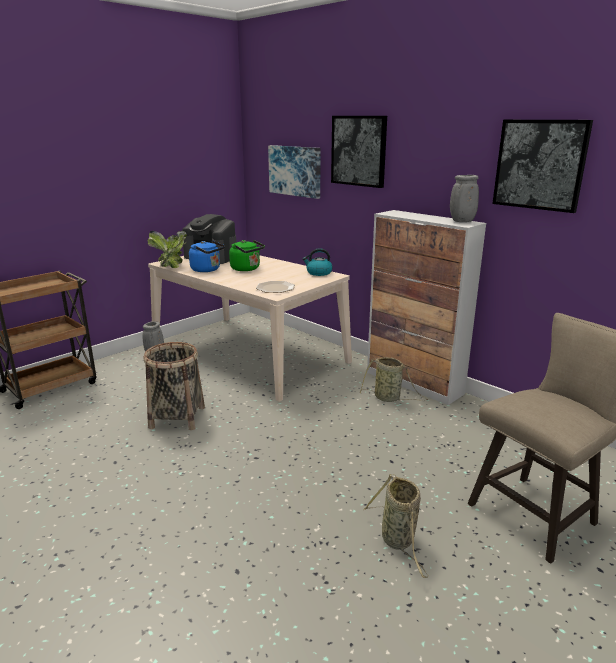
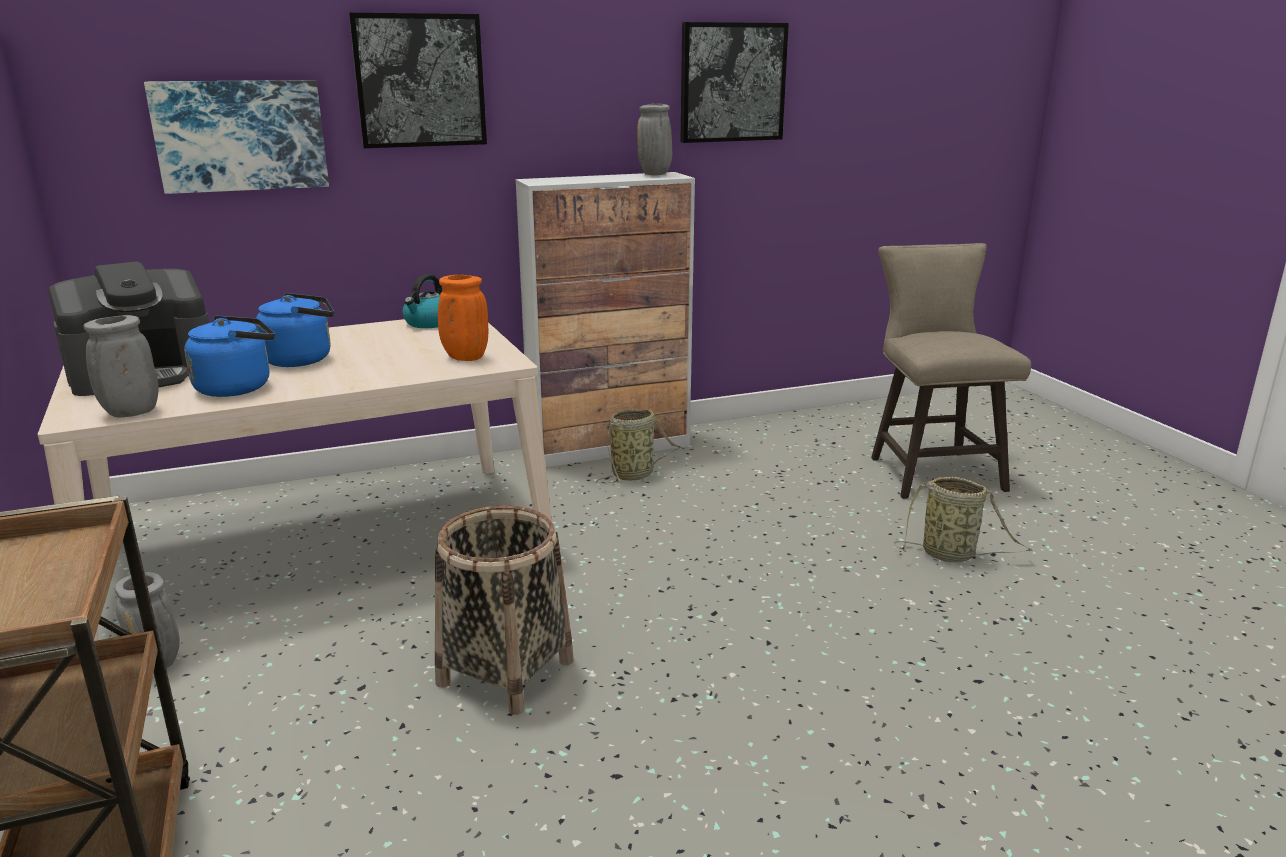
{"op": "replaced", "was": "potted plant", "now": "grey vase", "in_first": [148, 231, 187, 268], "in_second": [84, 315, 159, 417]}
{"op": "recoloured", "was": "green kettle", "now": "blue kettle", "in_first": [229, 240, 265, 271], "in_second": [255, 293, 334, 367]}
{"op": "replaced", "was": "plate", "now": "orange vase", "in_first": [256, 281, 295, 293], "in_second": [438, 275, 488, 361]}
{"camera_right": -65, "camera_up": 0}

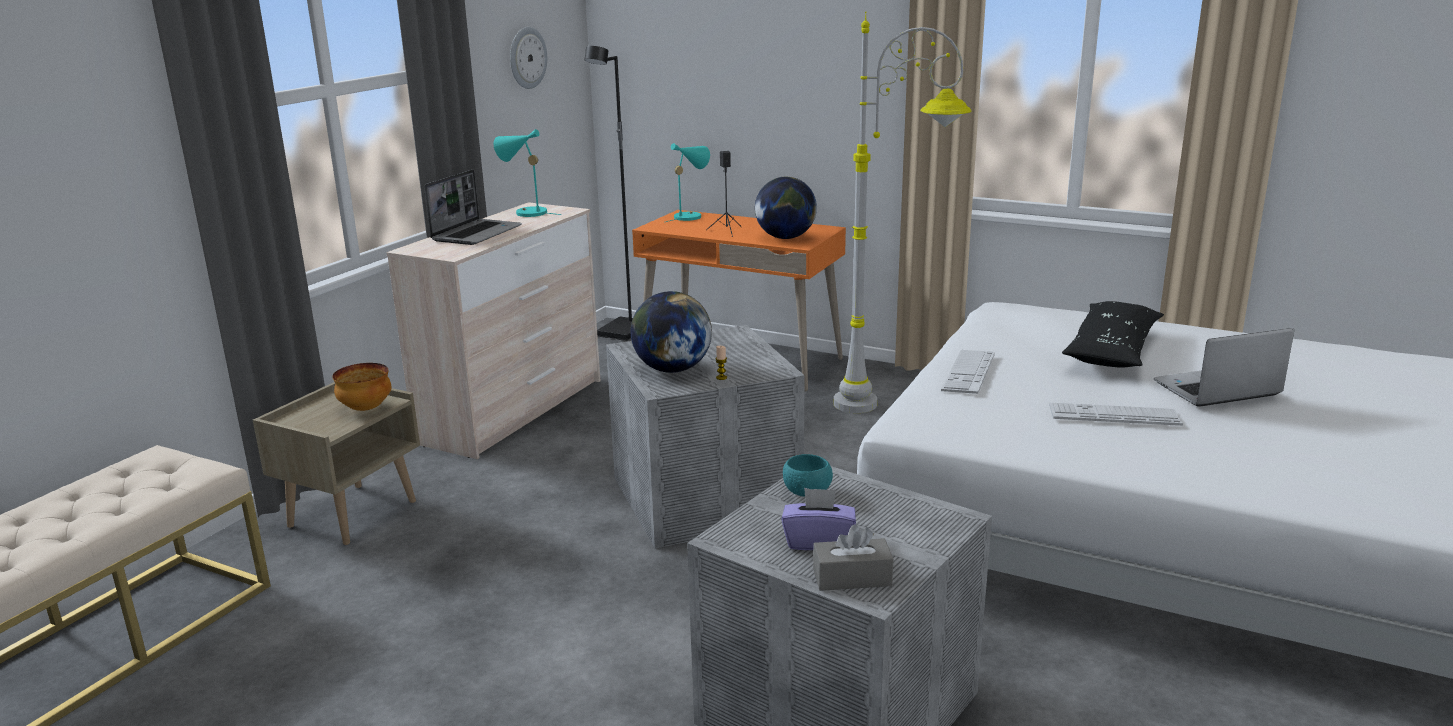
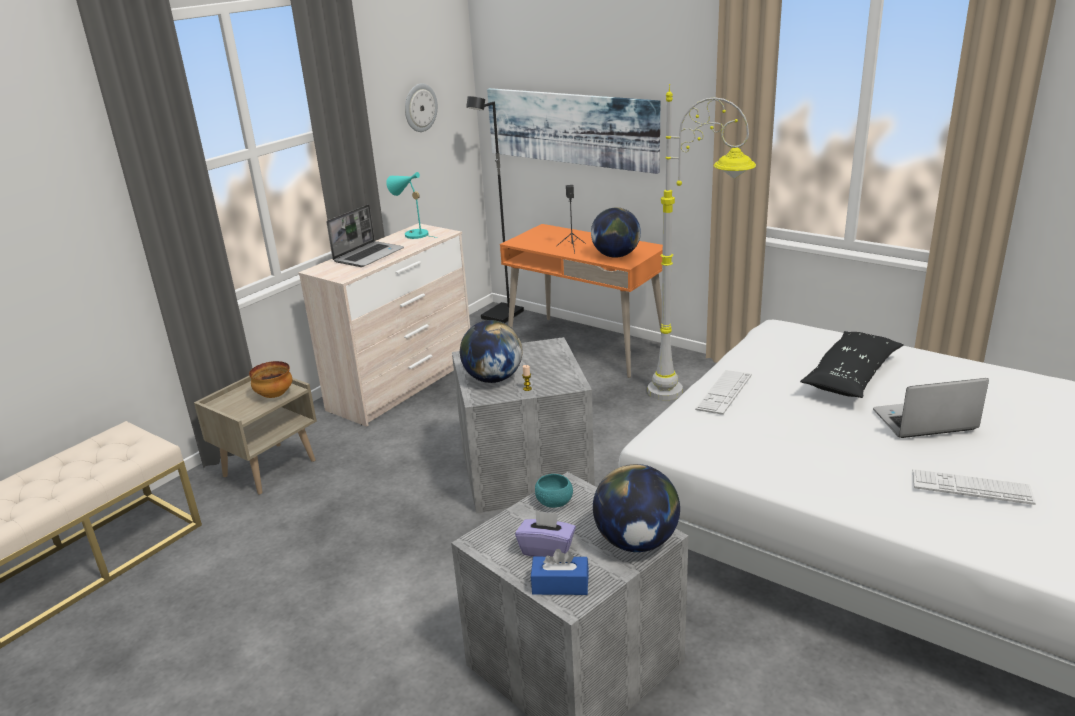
{"op": "removed", "was": "turquoise table lamp", "in_first": [666, 143, 710, 222]}
{"op": "moved", "was": "keyboard", "in_first": [1049, 403, 1183, 426], "in_second": [913, 469, 1036, 505]}
{"op": "recoloured", "was": "grey tissue box", "now": "blue tissue box", "in_first": [813, 524, 893, 591], "in_second": [531, 549, 589, 595]}
{"op": "added", "now": "picture", "in_second": [487, 88, 660, 174]}
{"op": "added", "now": "globe", "in_second": [593, 464, 680, 552]}
{"camera_right": 10, "camera_up": 5}

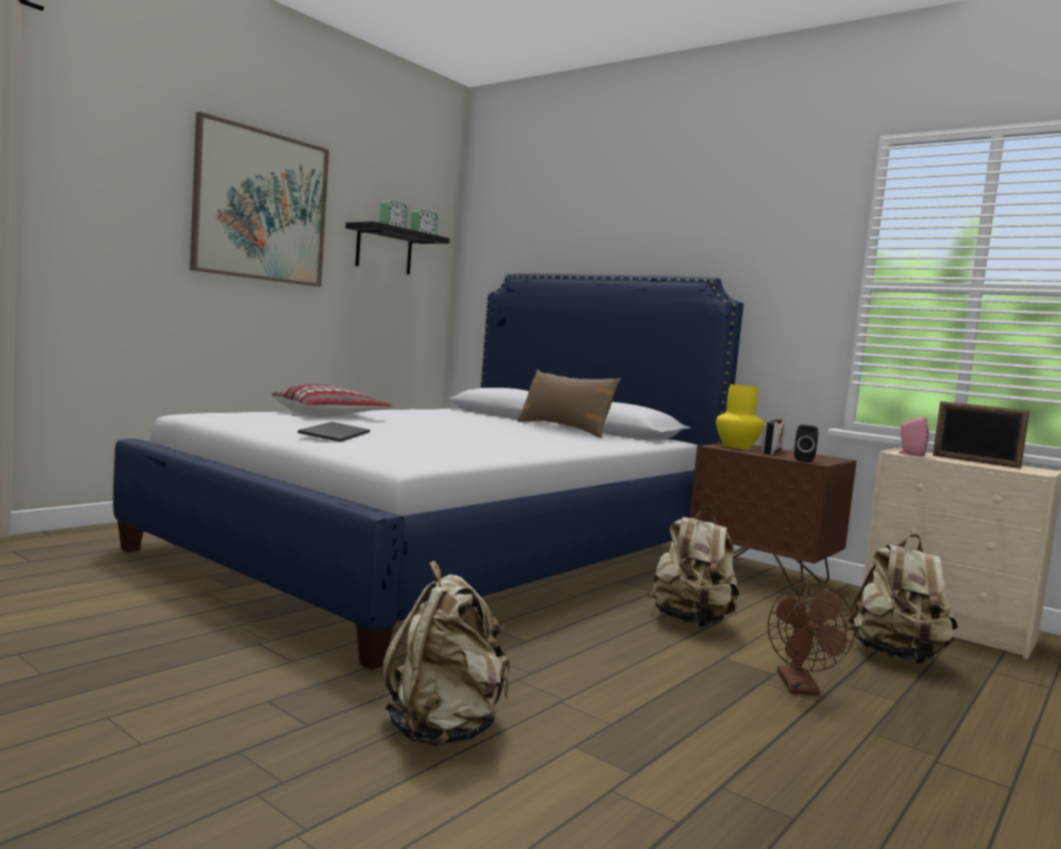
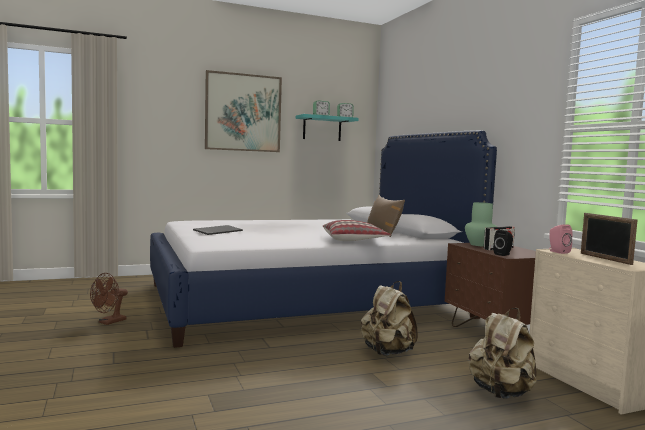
{"op": "recoloured", "was": "black shelf", "now": "turquoise shelf", "in_first": [345, 221, 450, 275], "in_second": [296, 114, 359, 141]}
{"op": "moved", "was": "pillow", "in_first": [271, 384, 392, 417], "in_second": [323, 220, 391, 241]}
{"op": "recoloured", "was": "yellow vase", "now": "green vase", "in_first": [716, 384, 764, 449], "in_second": [465, 202, 497, 247]}
{"op": "removed", "was": "beige backpack", "in_first": [382, 561, 510, 746]}
{"op": "moved", "was": "brown fan", "in_first": [768, 583, 855, 695], "in_second": [90, 273, 128, 325]}
{"camera_right": 30, "camera_up": 0}

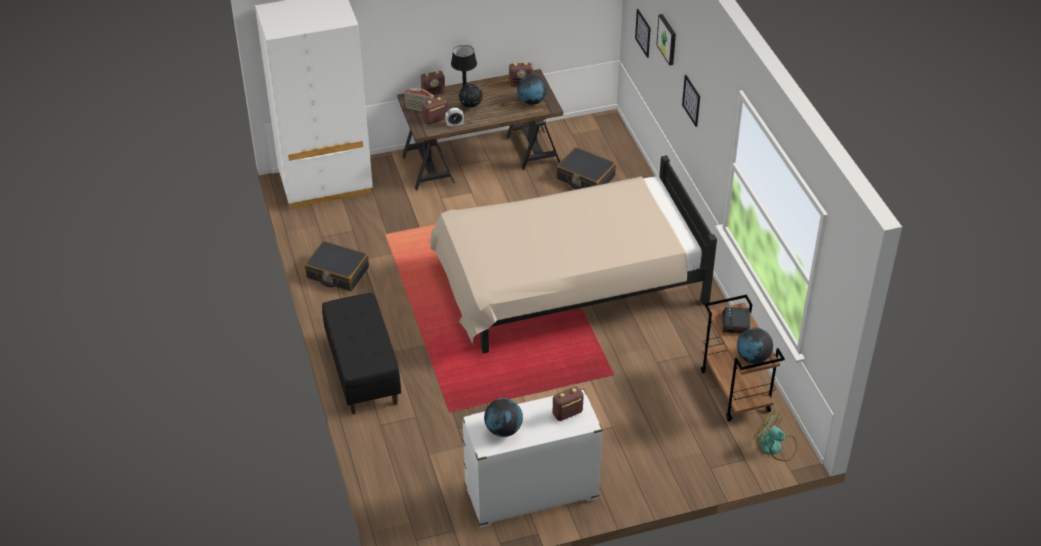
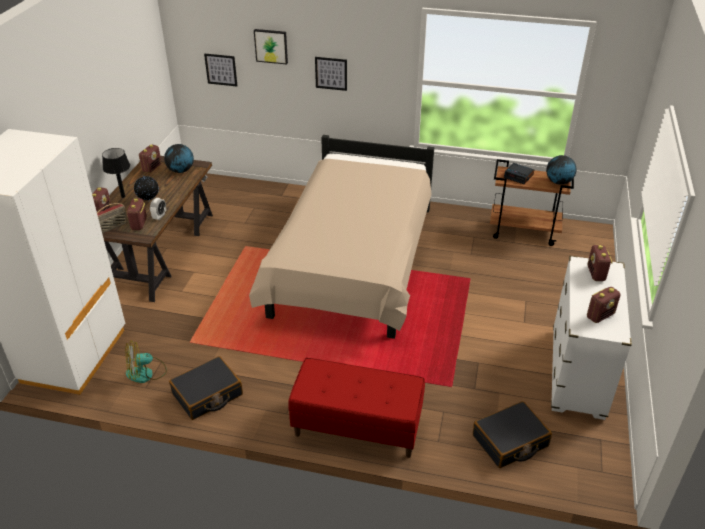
{"op": "moved", "was": "black suitcase", "in_first": [556, 147, 616, 189], "in_second": [473, 401, 552, 468]}
{"op": "recoloured", "was": "black bench", "now": "red bench", "in_first": [322, 293, 401, 414], "in_second": [288, 358, 425, 458]}
{"op": "replaced", "was": "globe", "now": "radio", "in_first": [484, 398, 523, 437], "in_second": [587, 287, 620, 323]}
{"op": "moved", "was": "fan", "in_first": [754, 410, 797, 461], "in_second": [126, 340, 167, 383]}
{"camera_right": -60, "camera_up": -5}

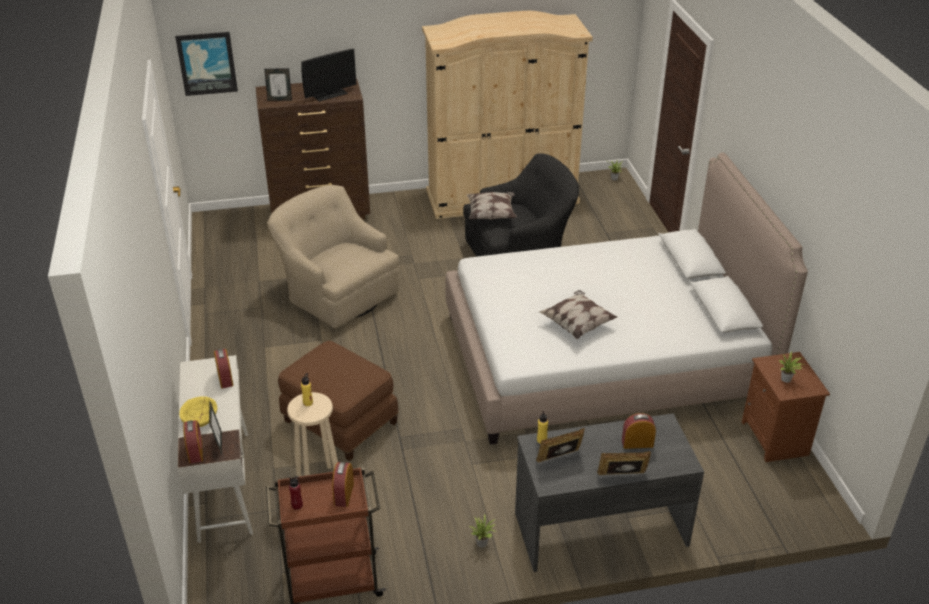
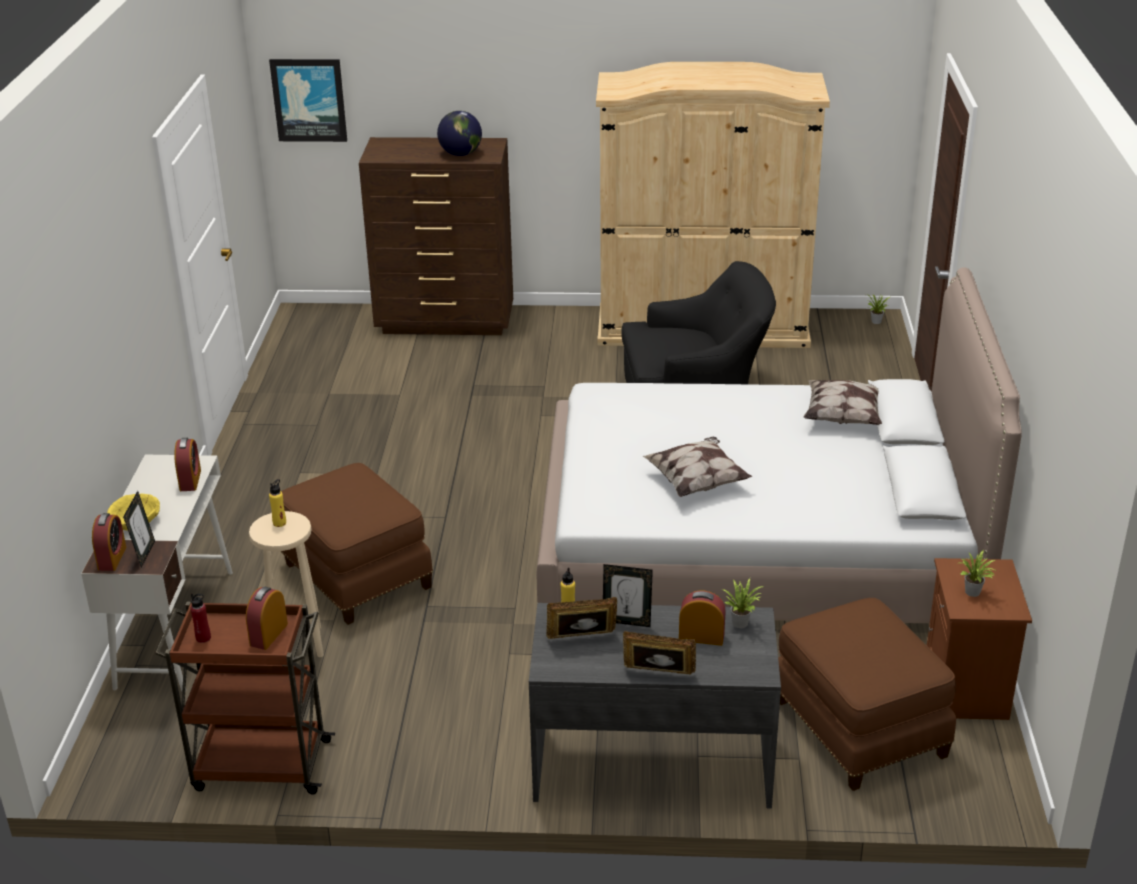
{"op": "replaced", "was": "monitor", "now": "globe", "in_first": [301, 49, 357, 102], "in_second": [437, 111, 482, 156]}
{"op": "moved", "was": "picture frame", "in_first": [264, 68, 292, 101], "in_second": [603, 564, 653, 627]}
{"op": "removed", "was": "beige armchair", "in_first": [267, 185, 399, 328]}
{"op": "moved", "was": "pillow", "in_first": [466, 192, 517, 220], "in_second": [804, 380, 882, 425]}
{"op": "moved", "was": "potted plant", "in_first": [469, 515, 495, 548], "in_second": [722, 578, 764, 628]}
{"op": "added", "now": "brown ottoman", "in_second": [778, 598, 956, 791]}
{"camera_right": 15, "camera_up": -5}

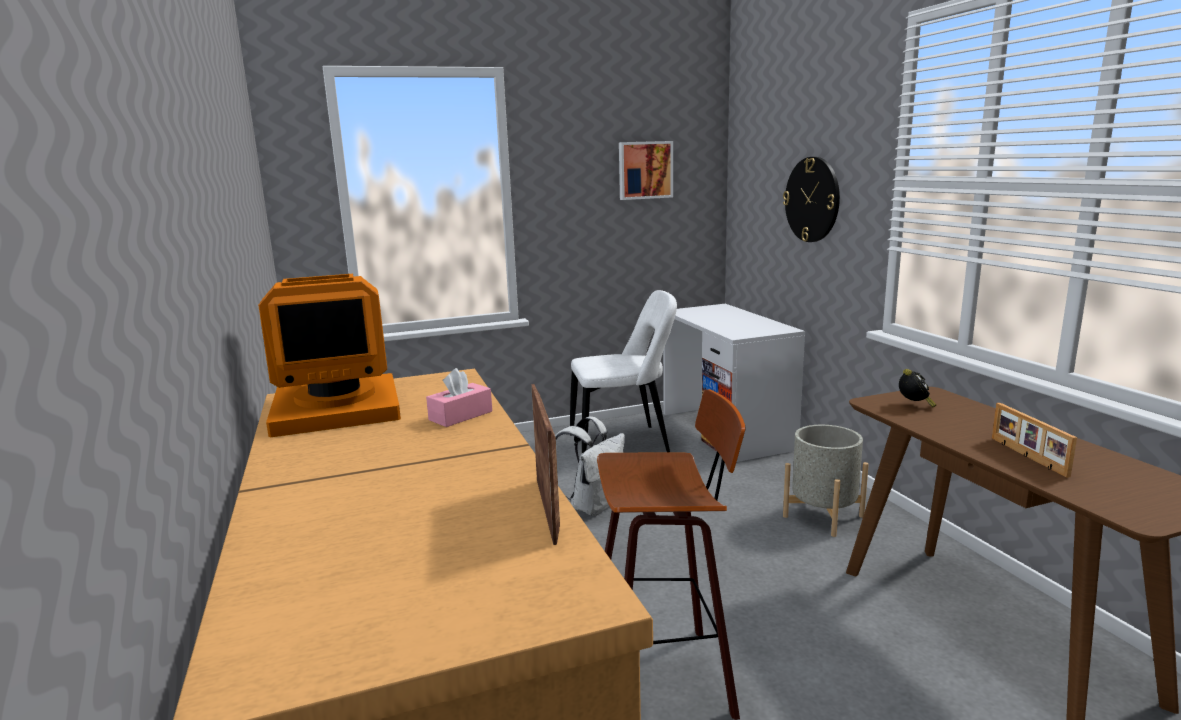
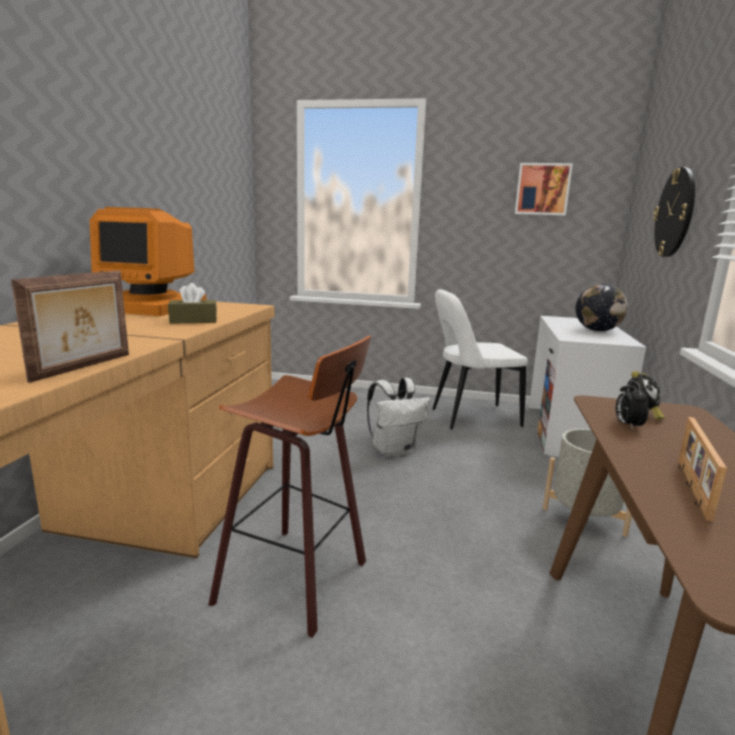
{"op": "turned", "was": "white chair", "in_first": [570, 290, 677, 453], "in_second": [432, 289, 528, 429], "clockwise": 150}
{"op": "recoloured", "was": "pink tissue box", "now": "brown tissue box", "in_first": [426, 368, 492, 427], "in_second": [168, 283, 217, 324]}
{"op": "added", "now": "globe", "in_second": [576, 284, 628, 331]}
{"op": "added", "now": "alarm clock", "in_second": [616, 380, 649, 430]}
{"camera_right": 30, "camera_up": 0}

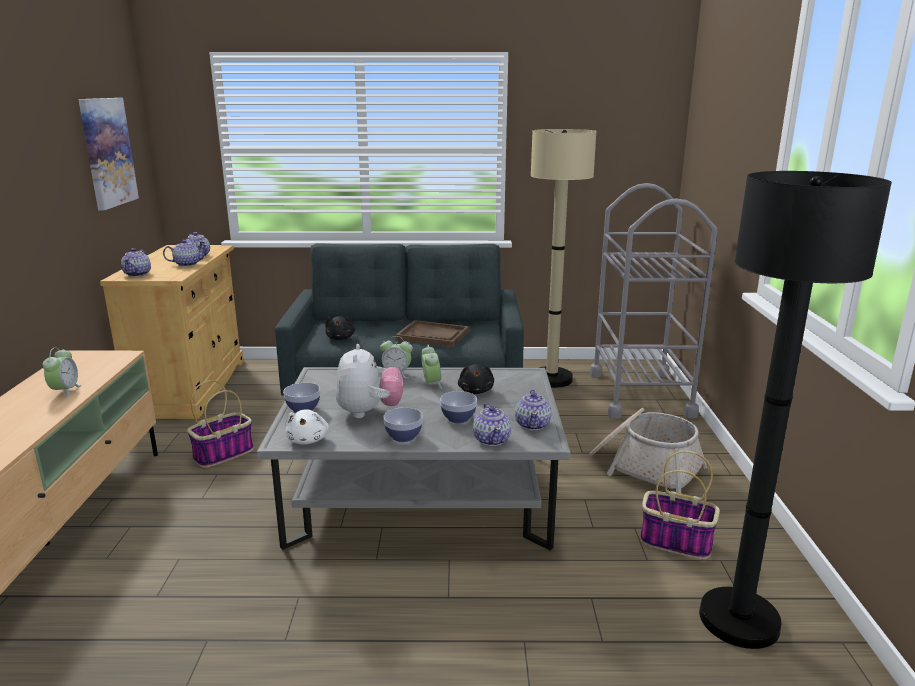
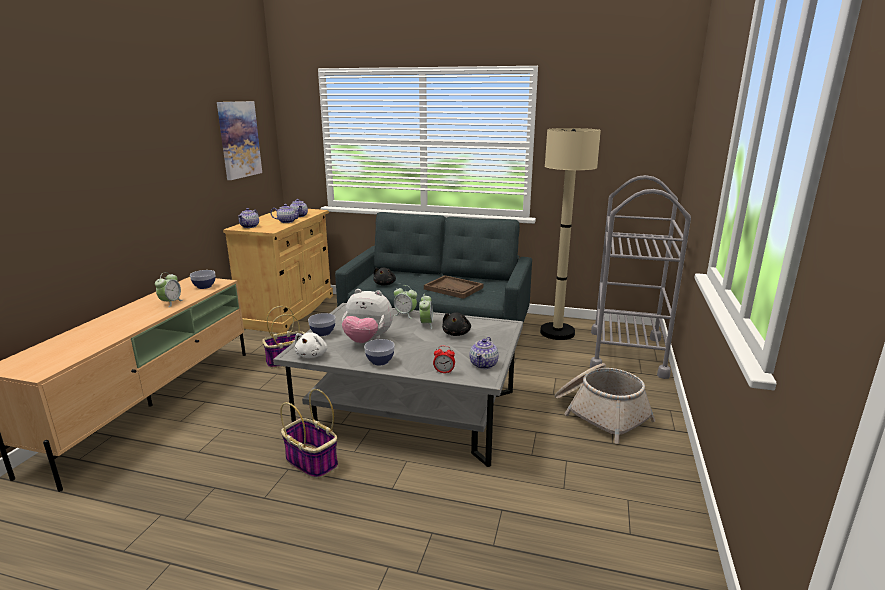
{"op": "removed", "was": "black floor lamp", "in_first": [699, 171, 892, 649]}
{"op": "turned", "was": "plush toy", "in_first": [335, 344, 403, 418], "in_second": [342, 289, 393, 343], "clockwise": 90}
{"op": "moved", "was": "bowl", "in_first": [440, 391, 477, 423], "in_second": [190, 270, 215, 289]}
{"op": "replaced", "was": "teapot", "now": "alarm clock", "in_first": [473, 403, 511, 446], "in_second": [433, 346, 455, 374]}
{"op": "moved", "was": "basket", "in_first": [640, 451, 720, 559], "in_second": [280, 389, 338, 479]}
{"camera_right": 15, "camera_up": 0}

